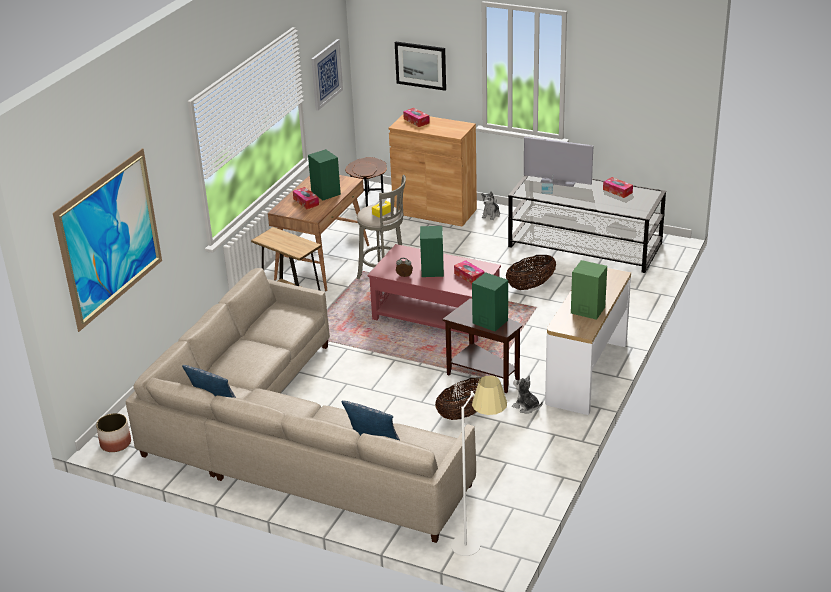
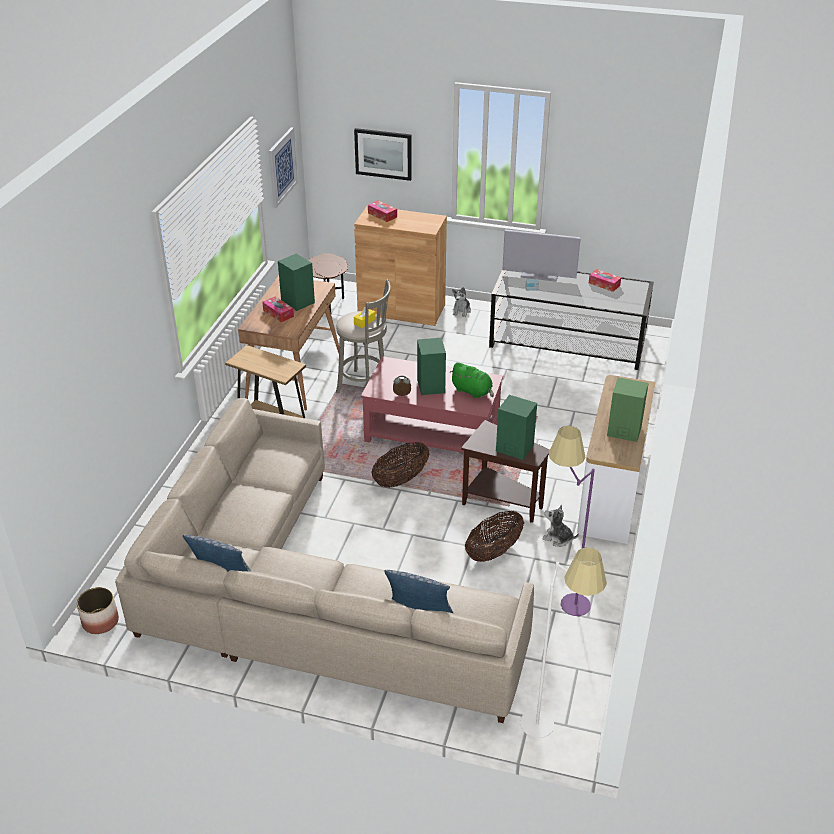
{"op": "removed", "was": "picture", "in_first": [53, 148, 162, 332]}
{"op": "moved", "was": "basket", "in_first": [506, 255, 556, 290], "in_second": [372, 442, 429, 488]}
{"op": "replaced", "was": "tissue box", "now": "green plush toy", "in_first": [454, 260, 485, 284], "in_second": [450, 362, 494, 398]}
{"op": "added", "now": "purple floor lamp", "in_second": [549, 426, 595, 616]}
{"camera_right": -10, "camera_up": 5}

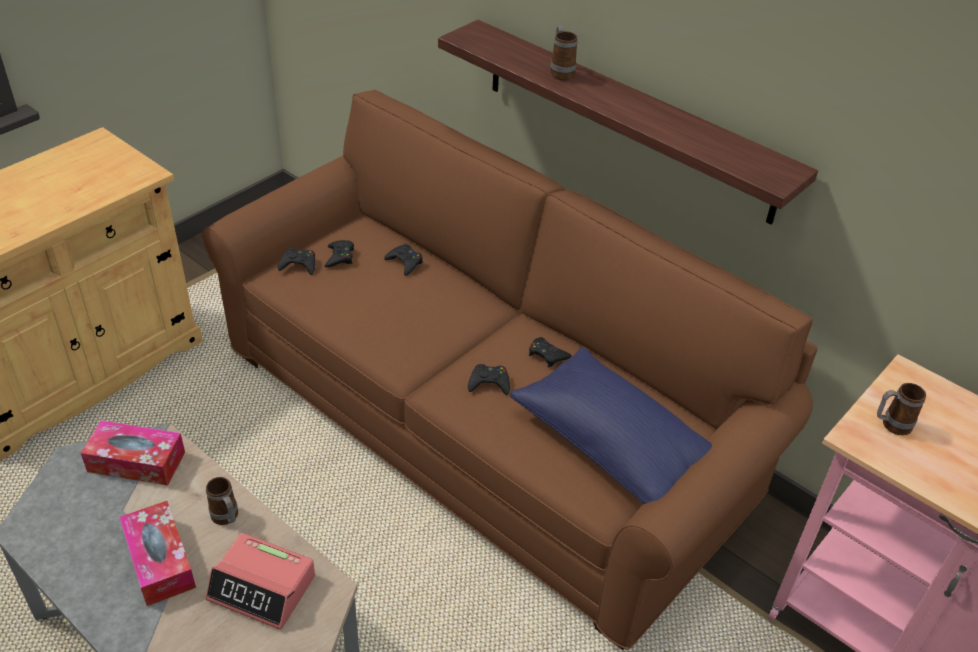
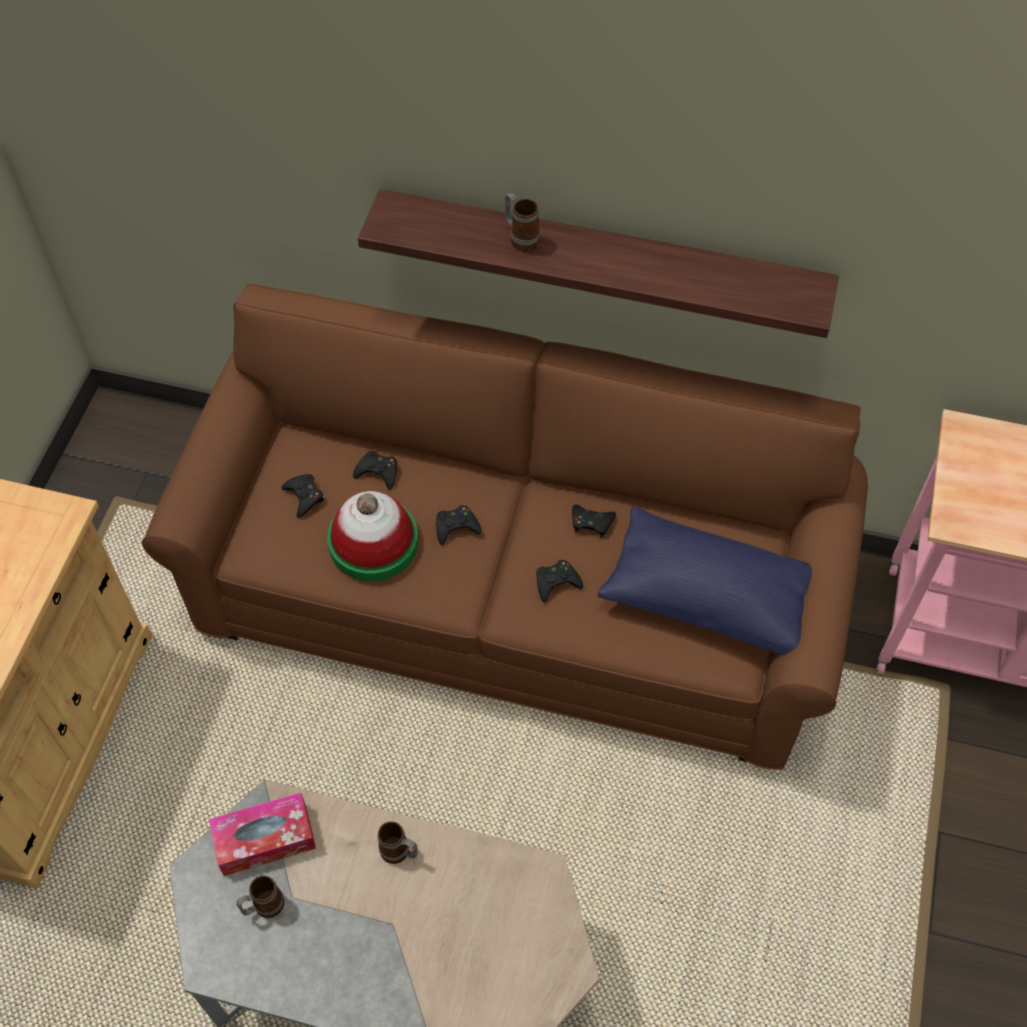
{"op": "moved", "was": "black game controller", "in_first": [278, 248, 315, 275], "in_second": [436, 505, 481, 545]}
{"op": "moved", "was": "mug", "in_first": [877, 383, 926, 436], "in_second": [236, 875, 284, 918]}
{"op": "removed", "was": "tissue box", "in_first": [119, 501, 196, 606]}
{"op": "removed", "was": "alarm clock", "in_first": [206, 533, 315, 630]}
{"op": "added", "now": "hat", "in_second": [327, 491, 418, 581]}
{"camera_right": -25, "camera_up": 15}

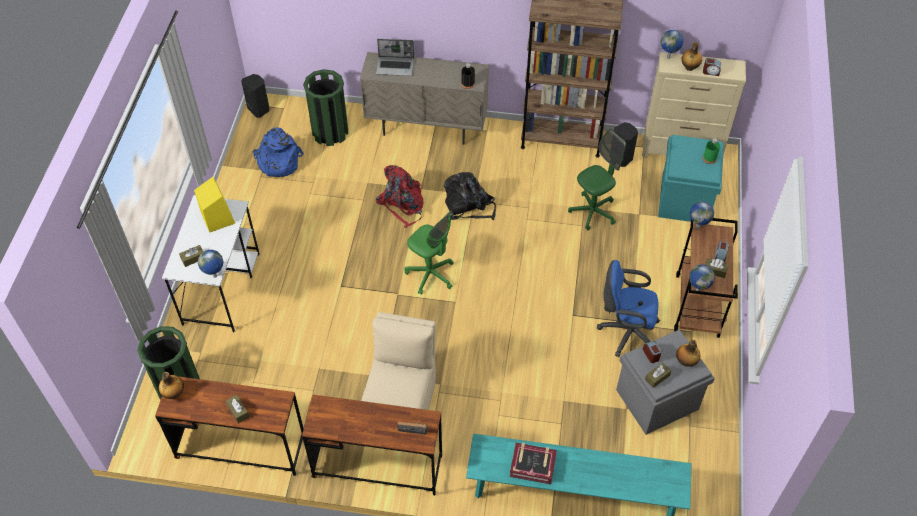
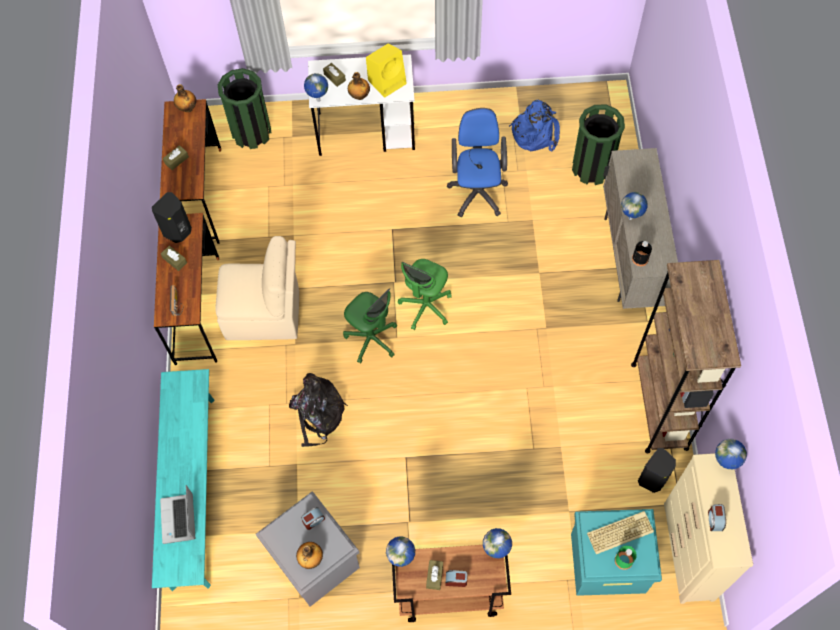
{"op": "moved", "was": "laptop", "in_first": [376, 39, 414, 76], "in_second": [160, 485, 195, 544]}
{"op": "moved", "was": "bottle", "in_first": [681, 42, 702, 71], "in_second": [348, 72, 370, 100]}
{"op": "moved", "was": "black speaker", "in_first": [241, 74, 269, 118], "in_second": [152, 192, 192, 243]}
{"op": "moved", "was": "green office chair", "in_first": [568, 129, 626, 231], "in_second": [343, 288, 397, 363]}
{"op": "removed", "was": "red backpack", "in_first": [376, 165, 424, 228]}
{"op": "moved", "was": "black backpack", "in_first": [444, 172, 496, 220], "in_second": [289, 373, 348, 447]}
{"op": "moved", "was": "blue office chair", "in_first": [597, 260, 660, 357], "in_second": [447, 108, 508, 217]}
{"op": "moved", "was": "brown tissue box", "in_first": [645, 363, 671, 388], "in_second": [161, 246, 187, 271]}
{"op": "removed", "was": "book", "in_first": [510, 443, 557, 484]}
{"op": "added", "now": "globe", "in_second": [621, 192, 648, 220]}
{"op": "added", "now": "keyboard", "in_second": [587, 511, 654, 554]}
{"camera_right": 80, "camera_up": 10}

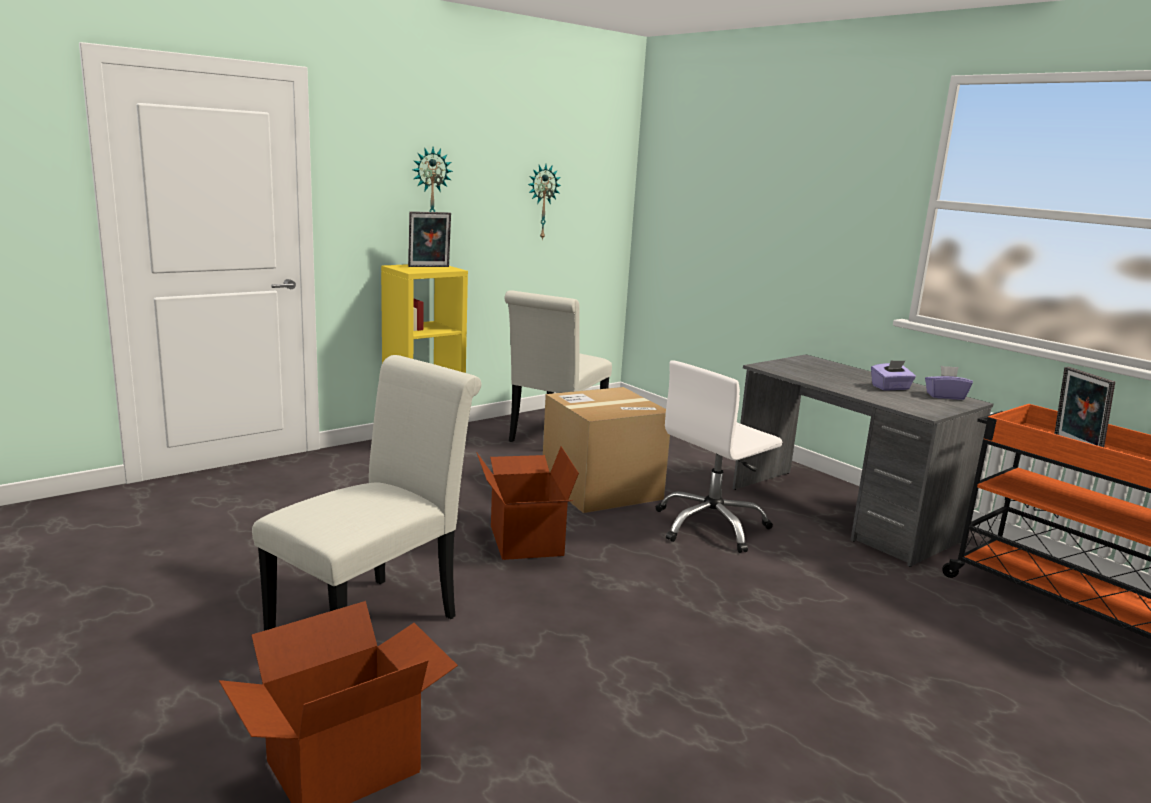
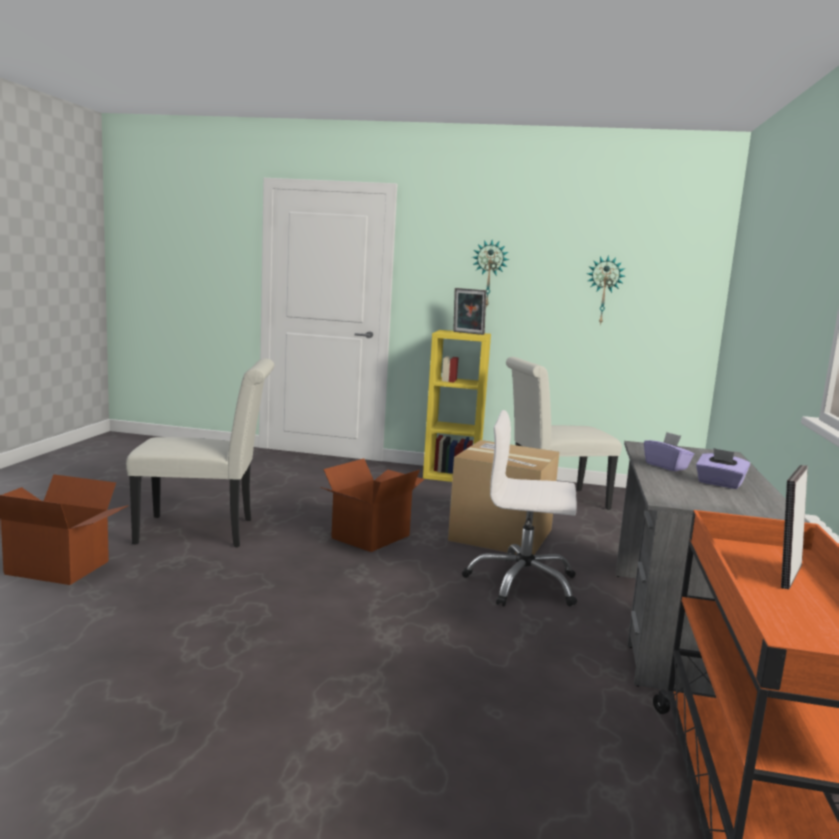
{"op": "moved", "was": "purple tissue box", "in_first": [925, 366, 973, 400], "in_second": [644, 432, 694, 471]}
{"camera_right": 50, "camera_up": -5}

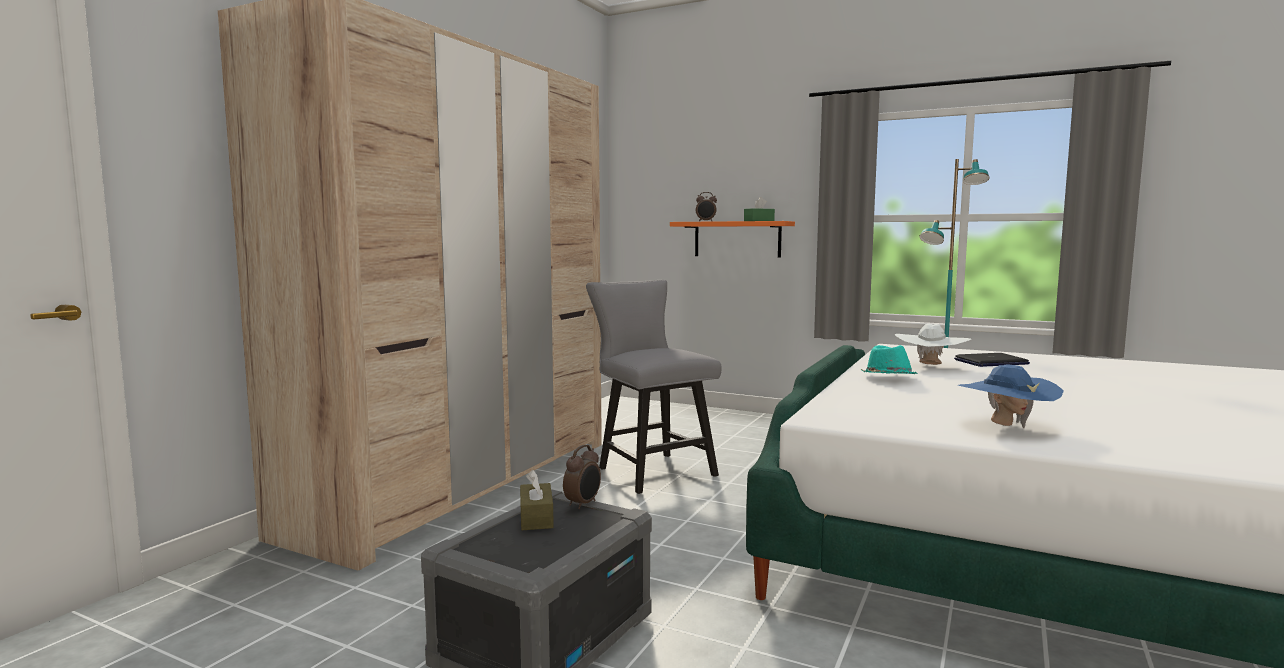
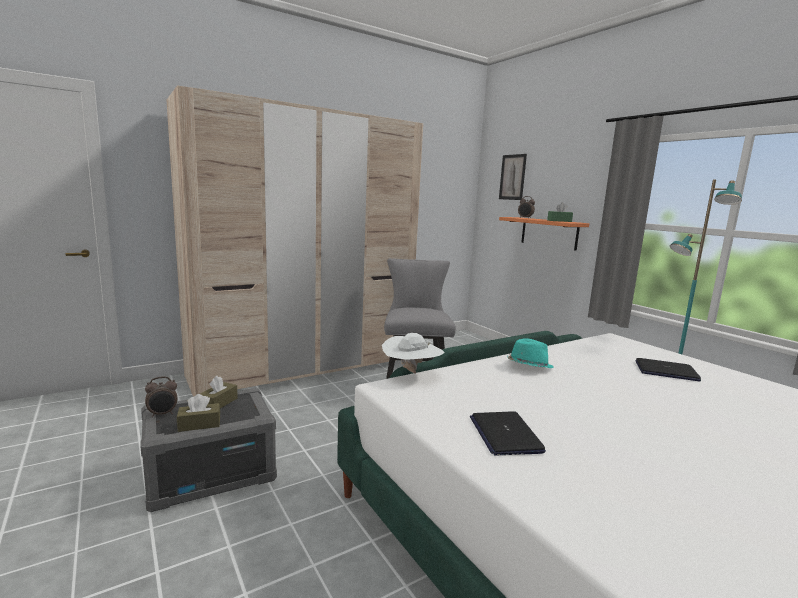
{"op": "moved", "was": "white hat", "in_first": [895, 324, 971, 365], "in_second": [382, 333, 445, 374]}
{"op": "replaced", "was": "blue hat", "now": "laptop", "in_first": [958, 364, 1064, 428], "in_second": [470, 411, 546, 455]}
{"op": "moved", "was": "alarm clock", "in_first": [563, 445, 601, 509], "in_second": [145, 376, 177, 417]}
{"op": "added", "now": "picture", "in_second": [499, 154, 527, 200]}
{"op": "added", "now": "brown tissue box", "in_second": [177, 394, 220, 432]}
{"camera_right": 30, "camera_up": 5}

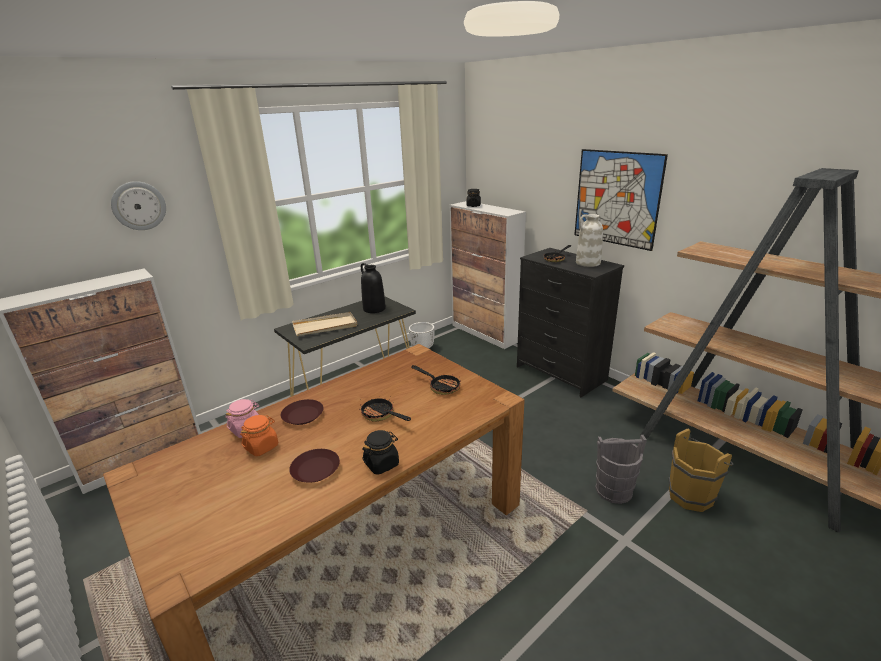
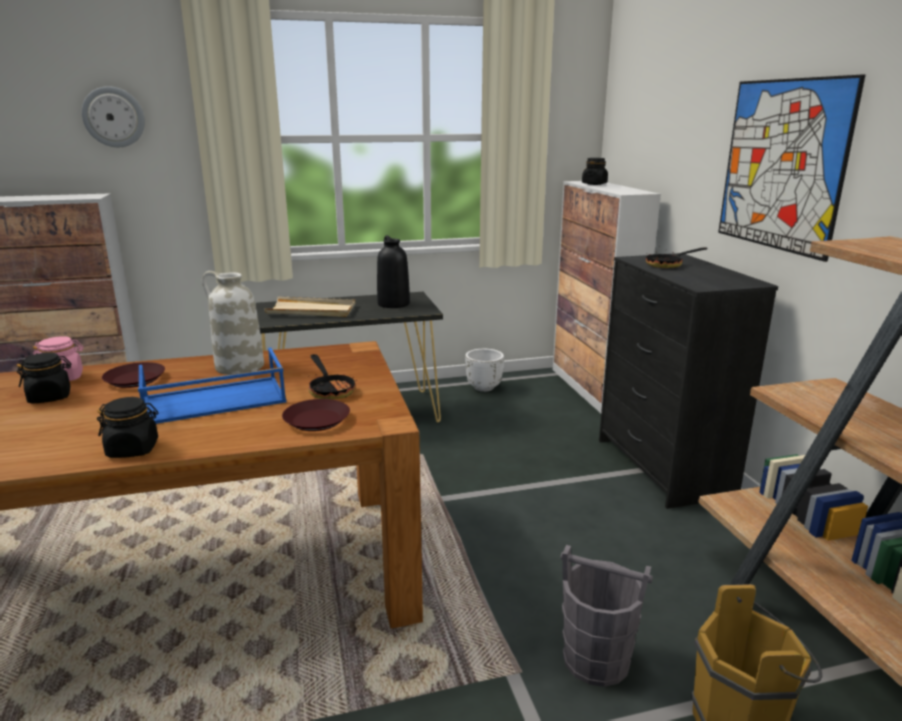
{"op": "moved", "was": "white vase", "in_first": [576, 214, 603, 267], "in_second": [202, 271, 264, 375]}
{"op": "replaced", "was": "frying pan", "now": "blue tray", "in_first": [360, 399, 411, 422], "in_second": [138, 348, 286, 424]}
{"op": "recoloured", "was": "orange jar", "now": "black jar", "in_first": [240, 415, 278, 456], "in_second": [16, 353, 71, 403]}
{"op": "moved", "was": "brown plate", "in_first": [289, 449, 340, 482], "in_second": [282, 399, 350, 431]}
{"camera_right": 25, "camera_up": -5}

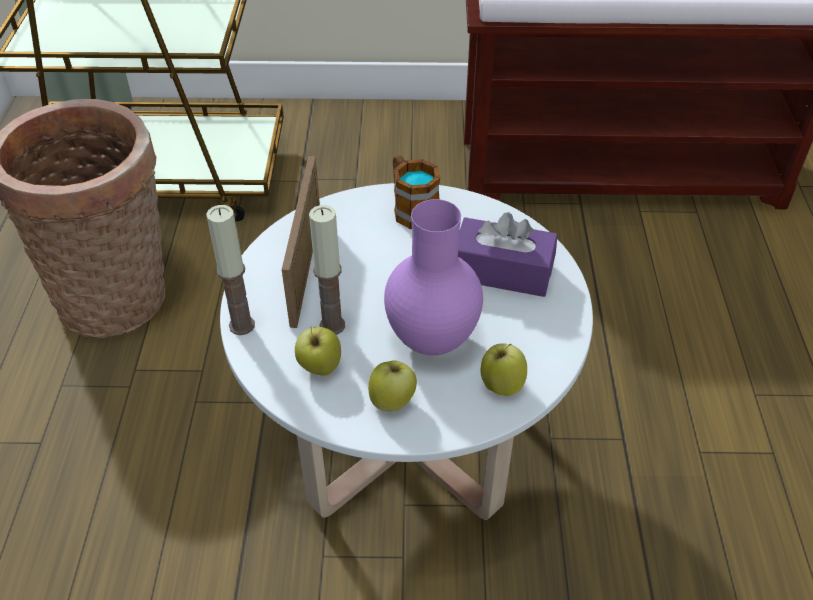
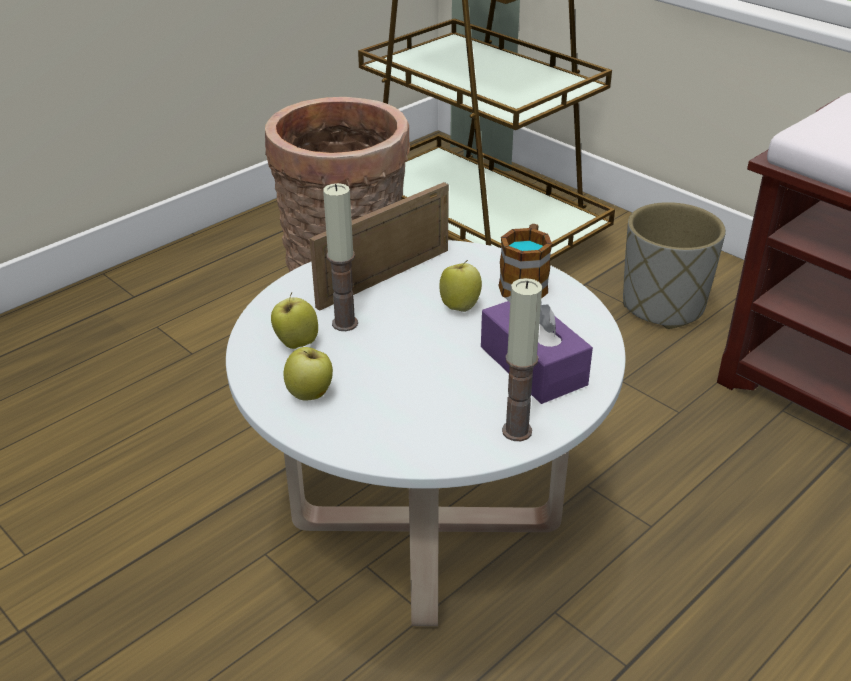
{"op": "removed", "was": "purple vase", "in_first": [384, 199, 483, 355]}
{"op": "moved", "was": "candle", "in_first": [206, 205, 255, 335], "in_second": [502, 278, 542, 441]}
{"op": "moved", "was": "apple", "in_first": [481, 343, 527, 396], "in_second": [439, 260, 482, 312]}
{"op": "added", "now": "grey planter", "in_second": [623, 202, 726, 329]}
{"camera_right": 45, "camera_up": -10}

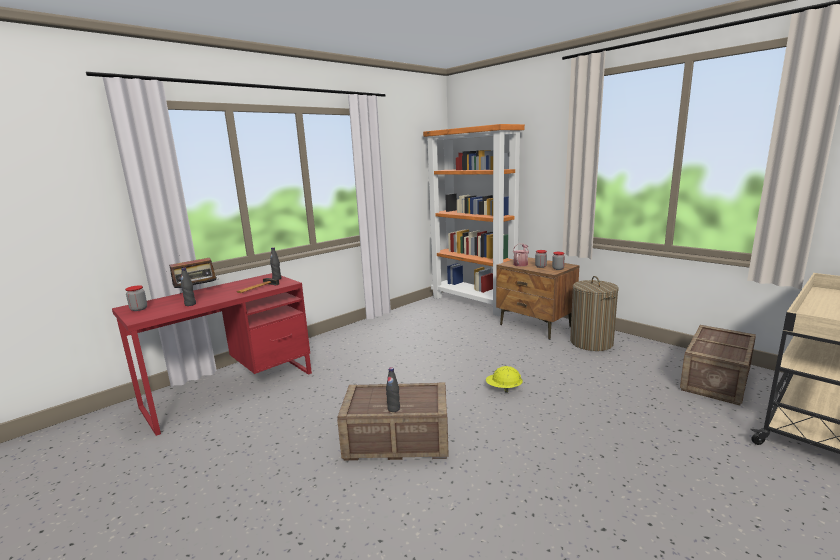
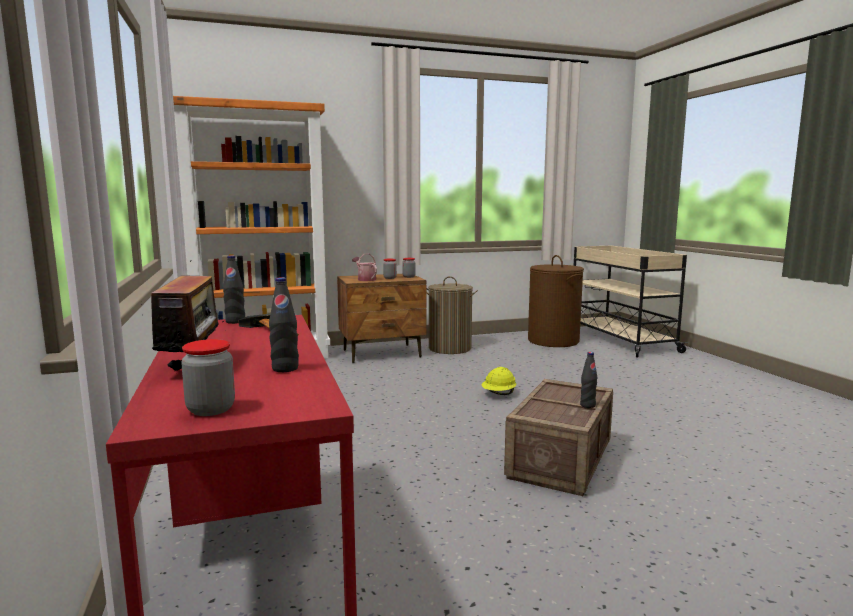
{"op": "replaced", "was": "crate", "now": "brown laundry basket", "in_first": [680, 325, 756, 406], "in_second": [528, 255, 584, 347]}
{"camera_right": -65, "camera_up": -5}

